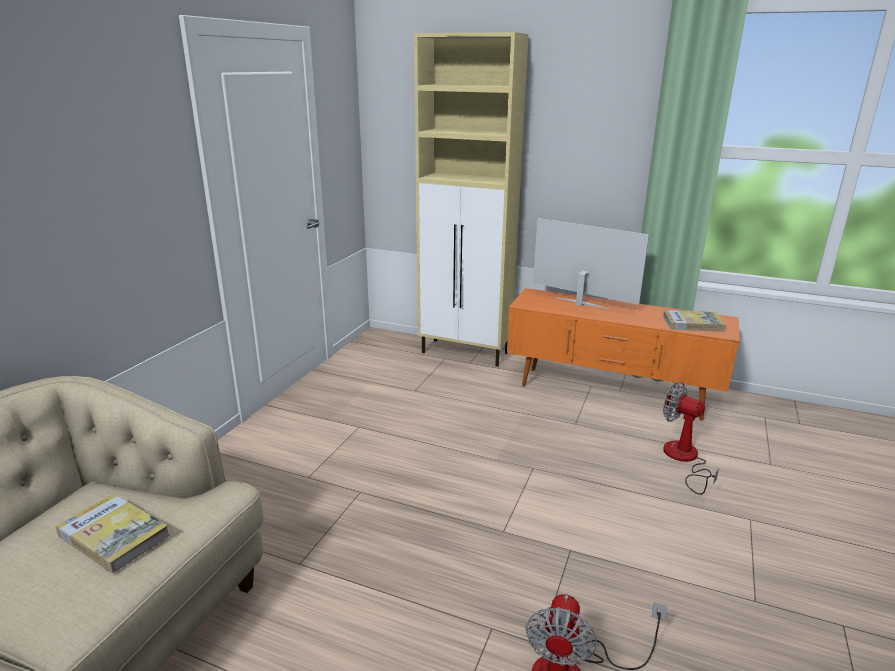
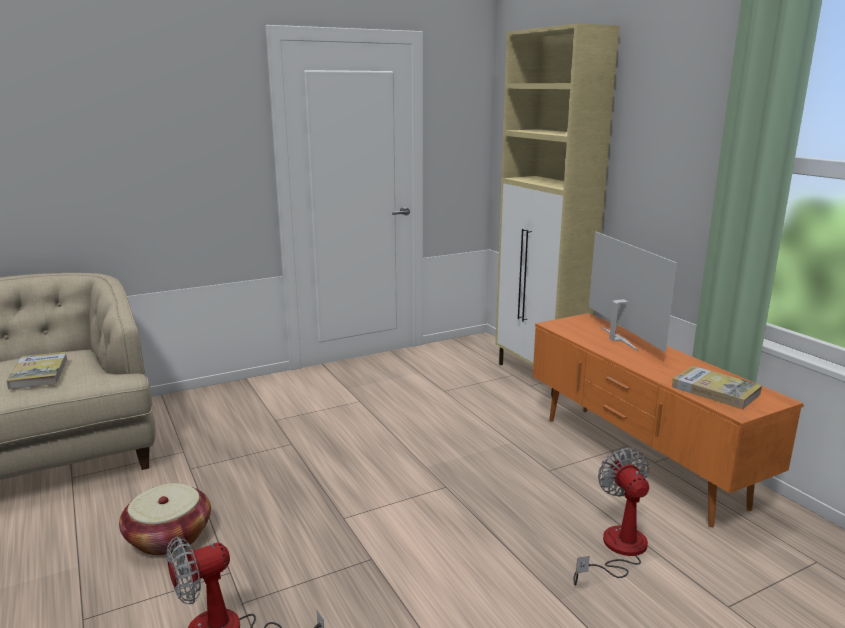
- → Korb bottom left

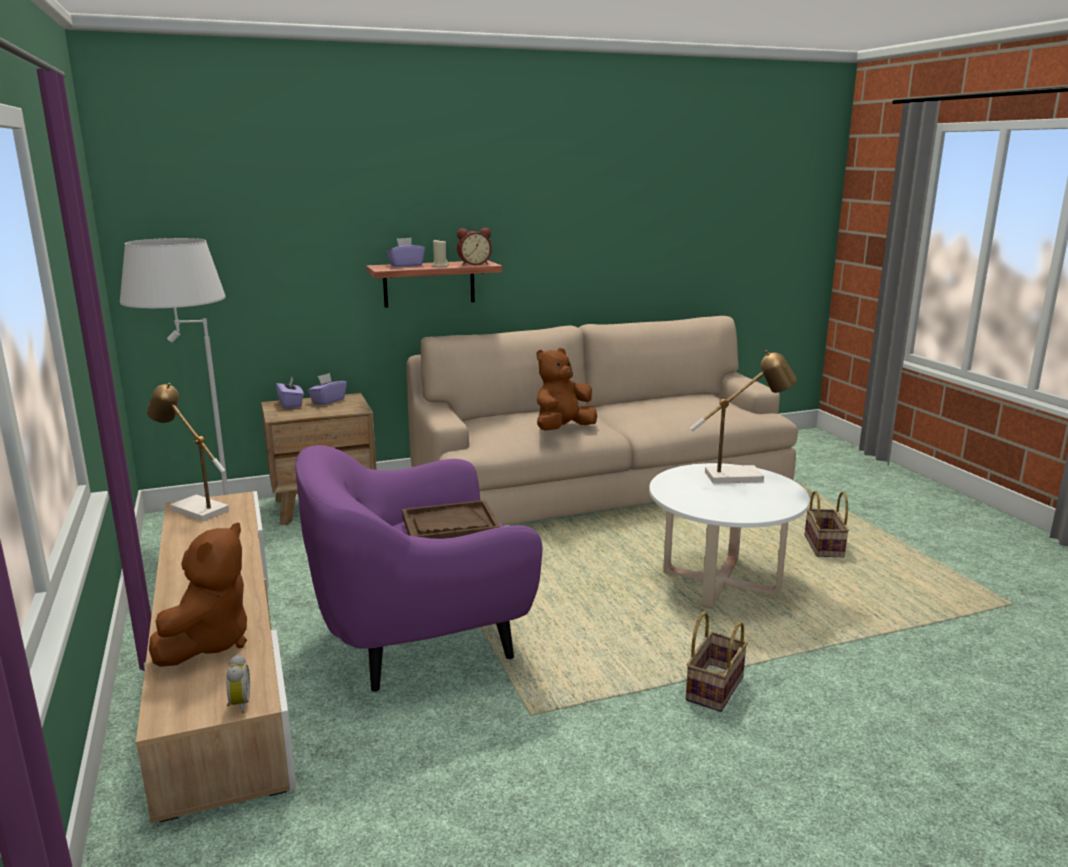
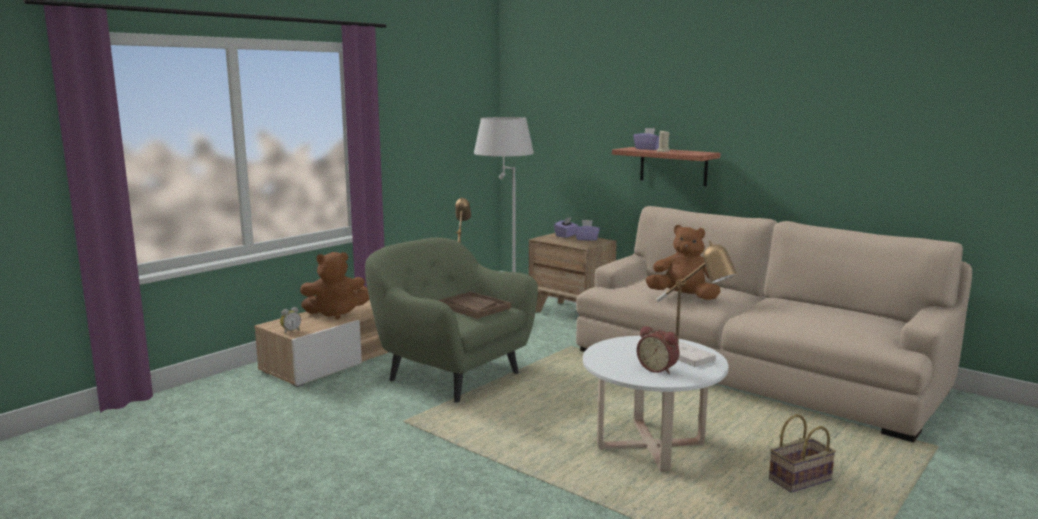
Sessel (lila) centre → Sessel (grün) centre
Wecker (2nd from left) top centre → Wecker (2nd from left) bottom centre, move
Korb (1st from left) bottom right → -

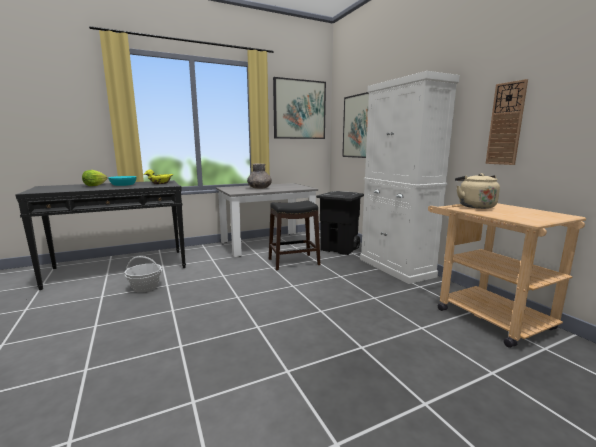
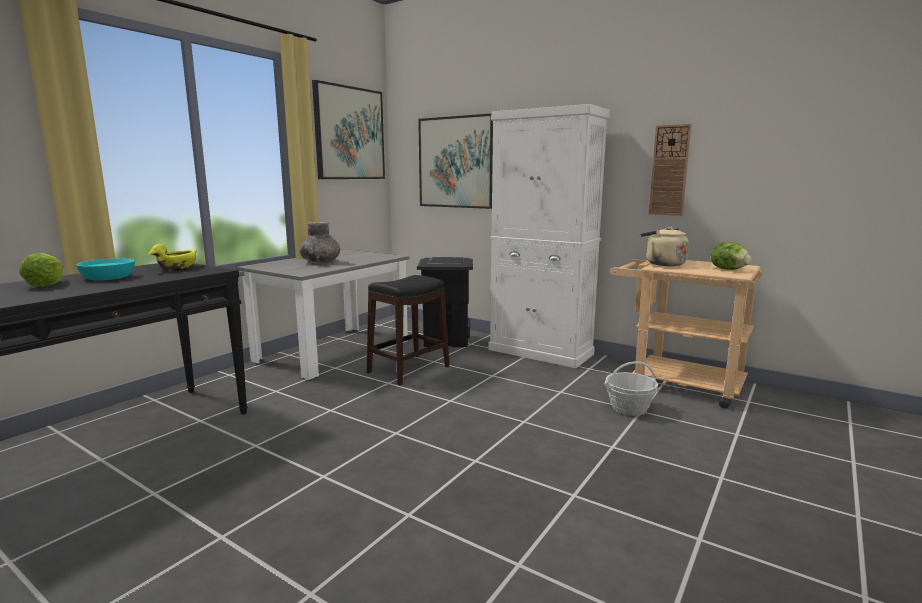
Korb middle left → Korb middle right, move
- → Salatkopf (2nd from left) middle right

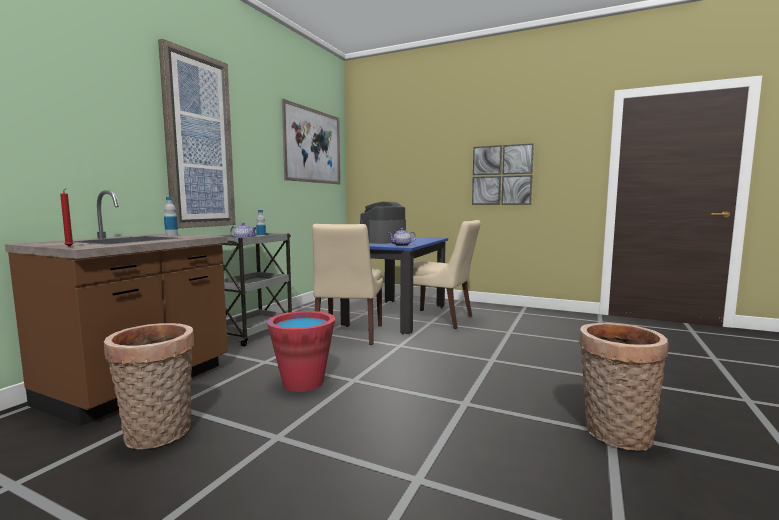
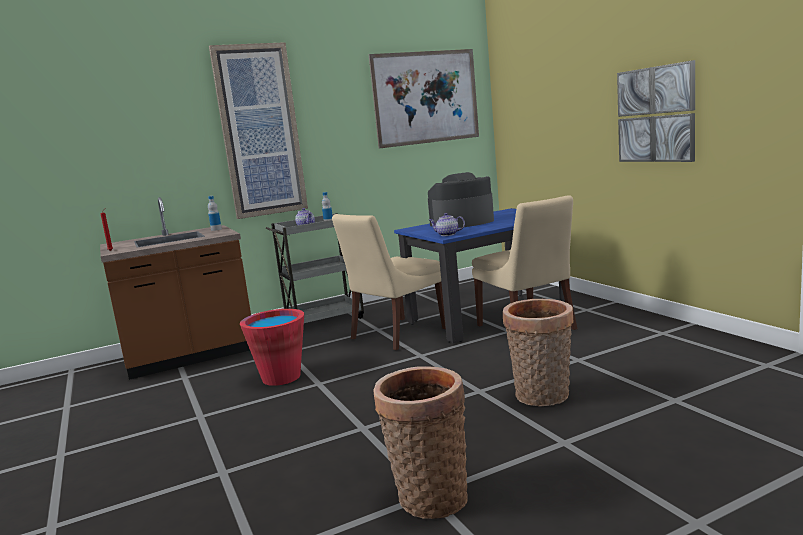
Korb (1st from left in the first image) bottom left → Korb (2nd from left) middle right, move

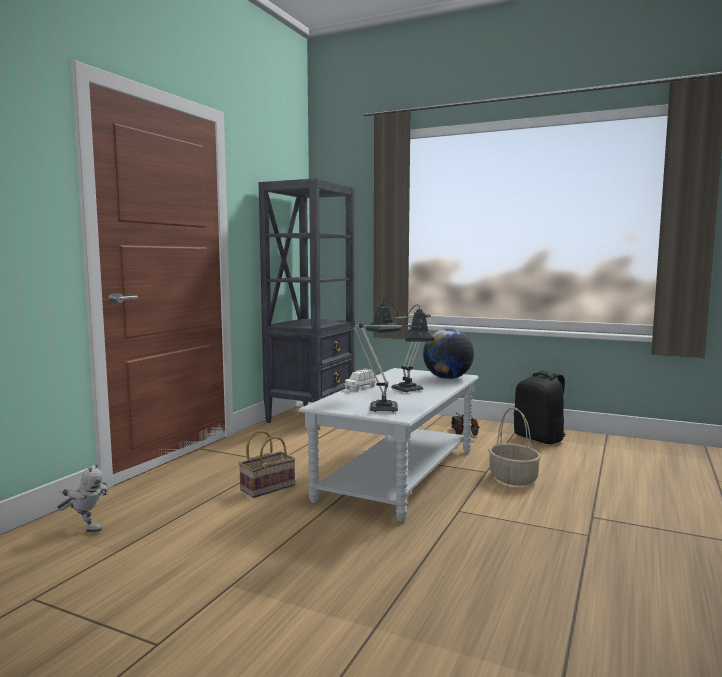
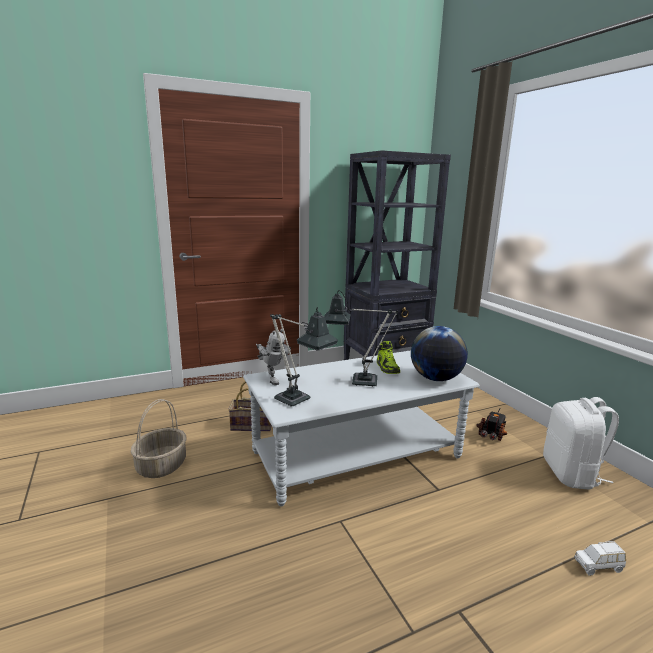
Korb (2nd from left in the first image) middle right → Korb (1st from left) bottom left, move
Spielzeugroboter bottom left → Spielzeugroboter centre, move
- → Schuh centre
Rucksack (schwarz) middle right → Rucksack (weiß) bottom right
Spielzeugauto (weiß) centre → Spielzeugauto (weiß) bottom right, move

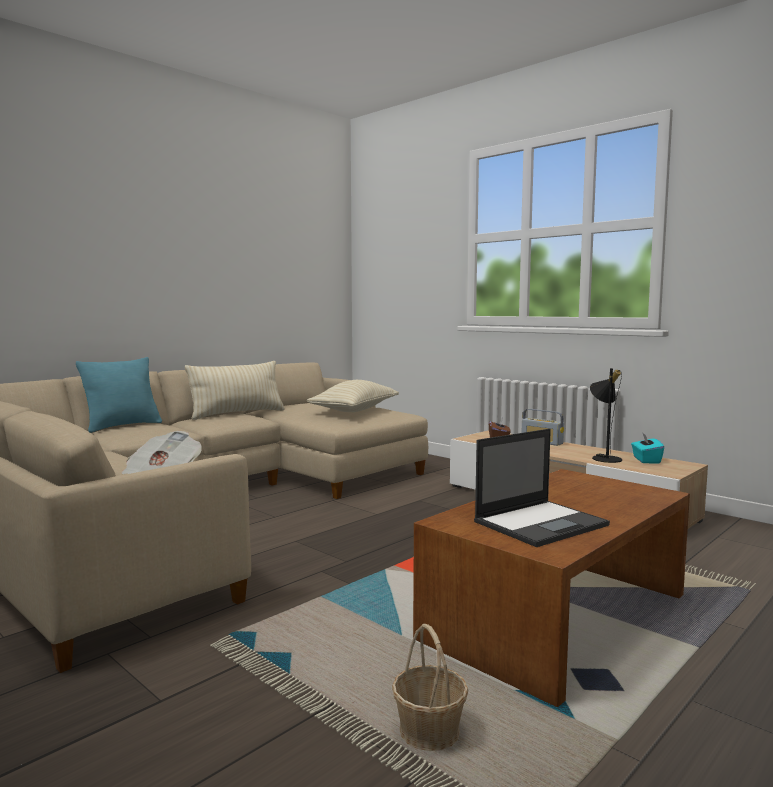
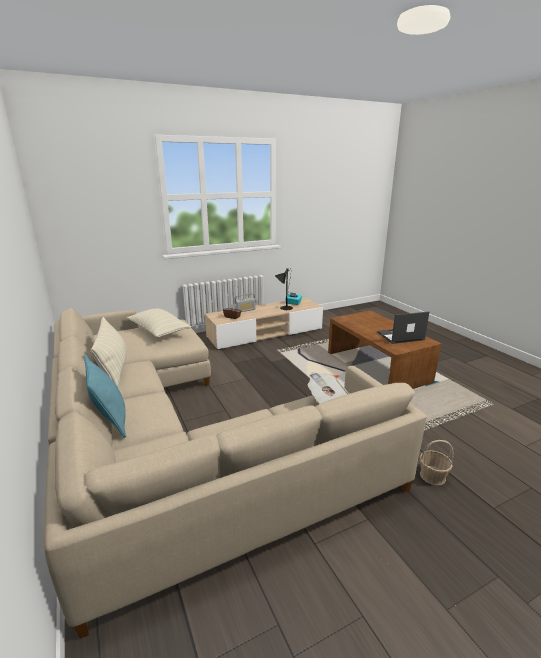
Laptop middle right, 90 degrees counterclockwise
Korb bottom centre → Korb bottom right, move

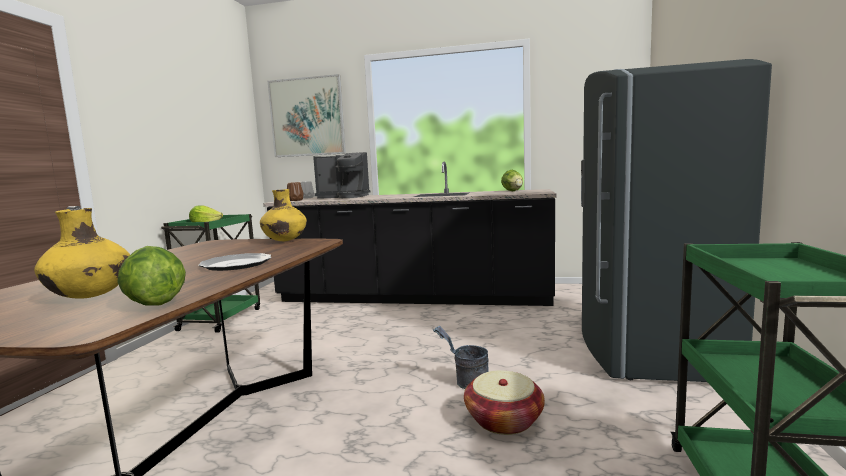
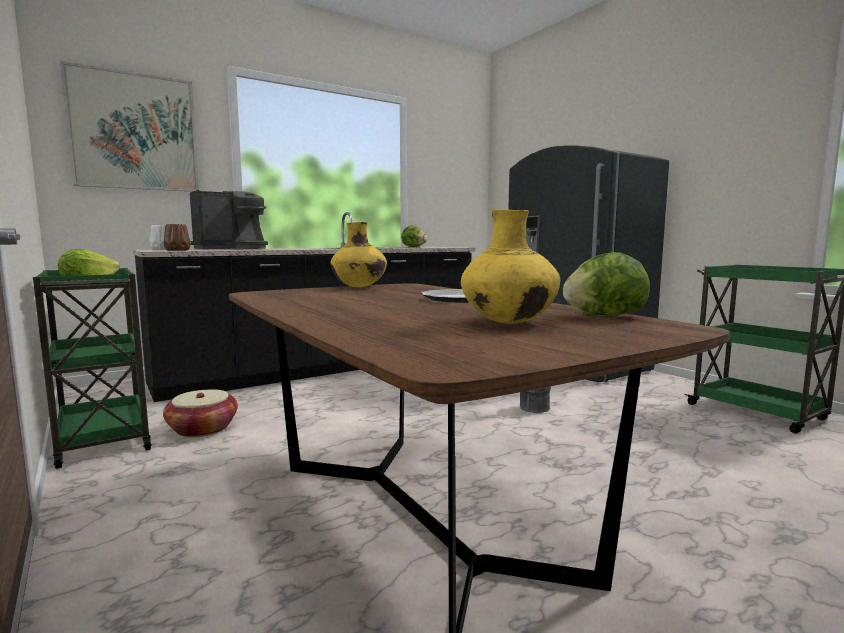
Korb bottom centre → Korb middle left, move

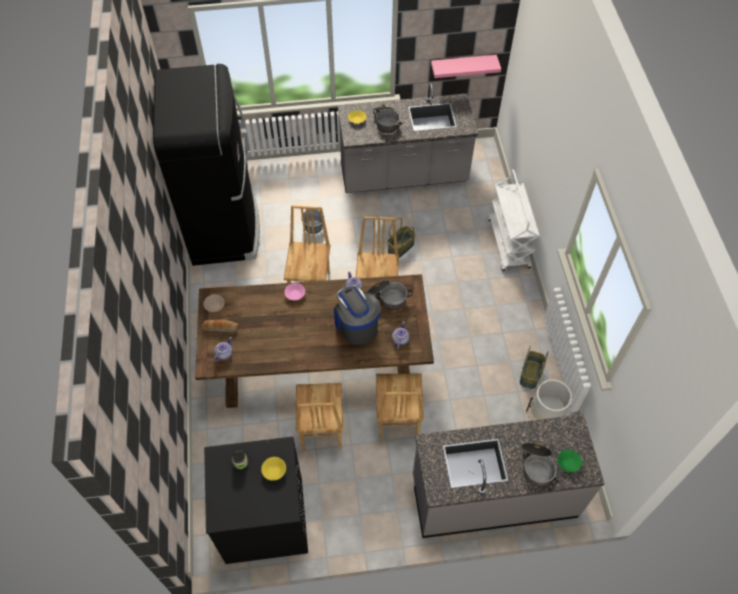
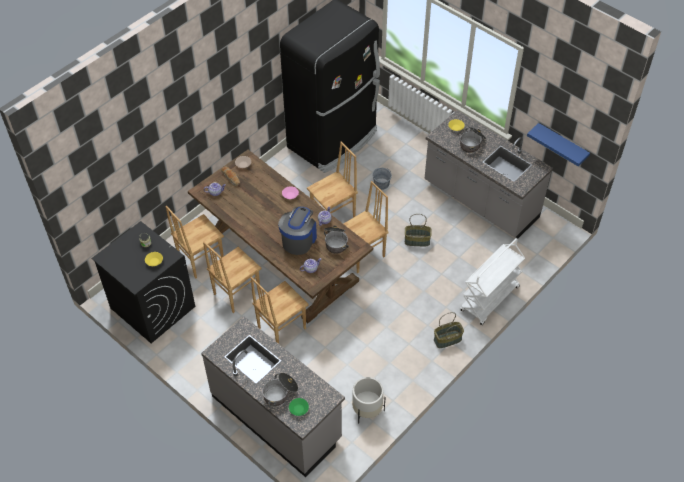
- → Stuhl (braun) (1st from left) middle left
Korb (2nd from left) middle right → Korb (2nd from left) bottom centre, move
Wandregal (rosa) top centre → Wandregal (blau) top right

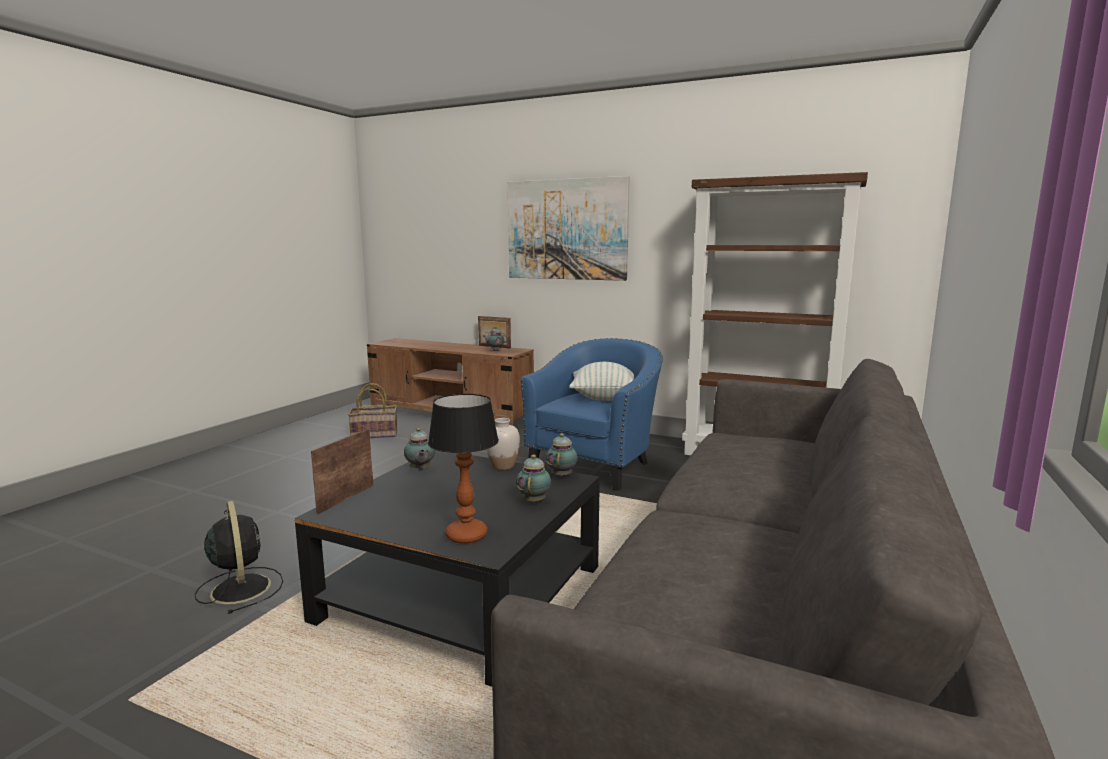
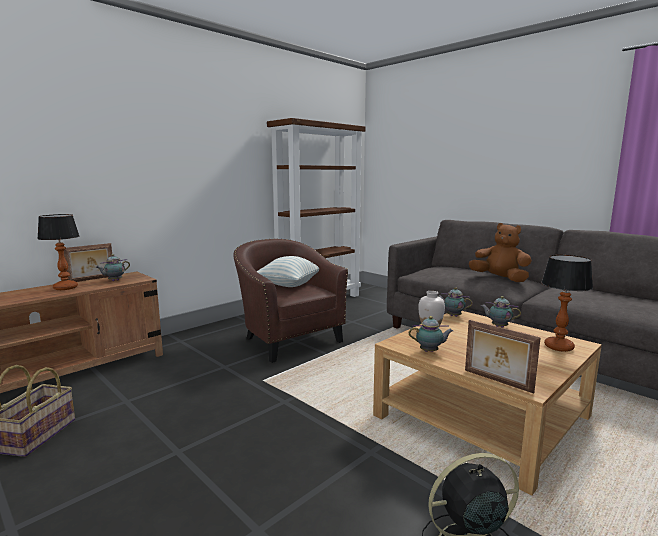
- → Tischlampe (1st from left) middle left
Sessel (blau) centre → Sessel (braun) centre
Couchtisch (schwarz) bottom centre → Couchtisch (beige) bottom right
- → Plüschtier (braun) middle right
Bild top centre → -

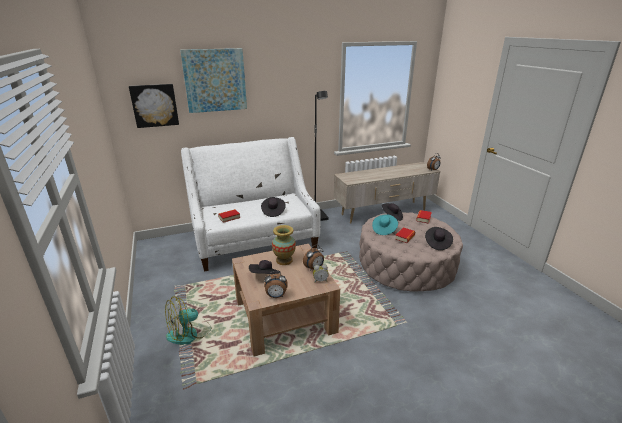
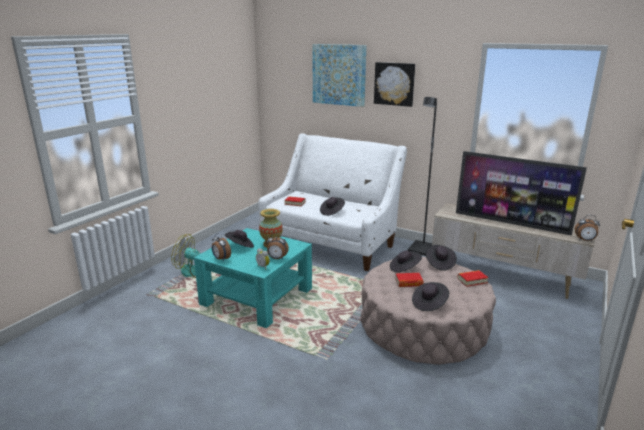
Couchtisch (braun) bottom centre → Couchtisch (türkis) centre
Bild (1st from left in the first image) top left → Bild (2nd from left) top centre, move
Hut (türkis) centre → Hut (schwarz) (3rd from left) centre
- → Fernseher middle right

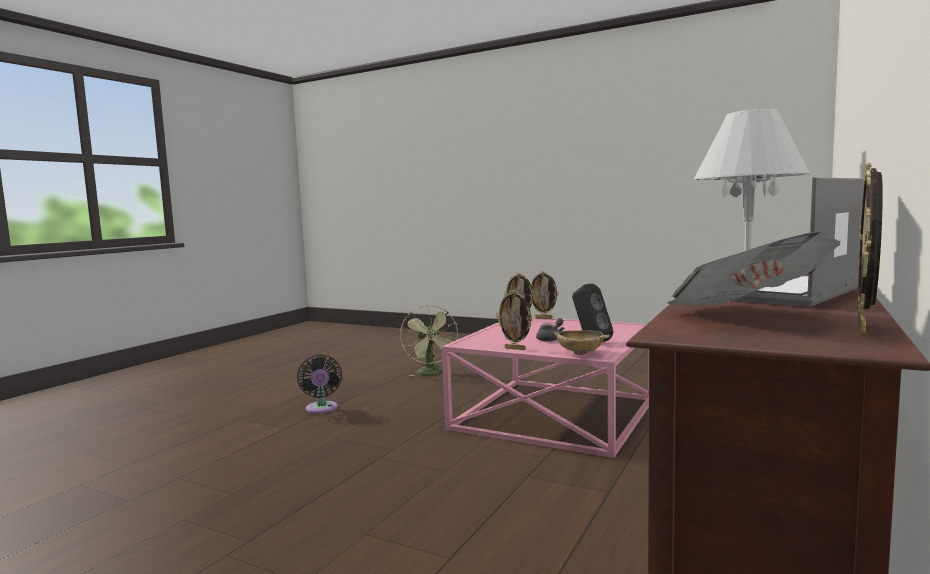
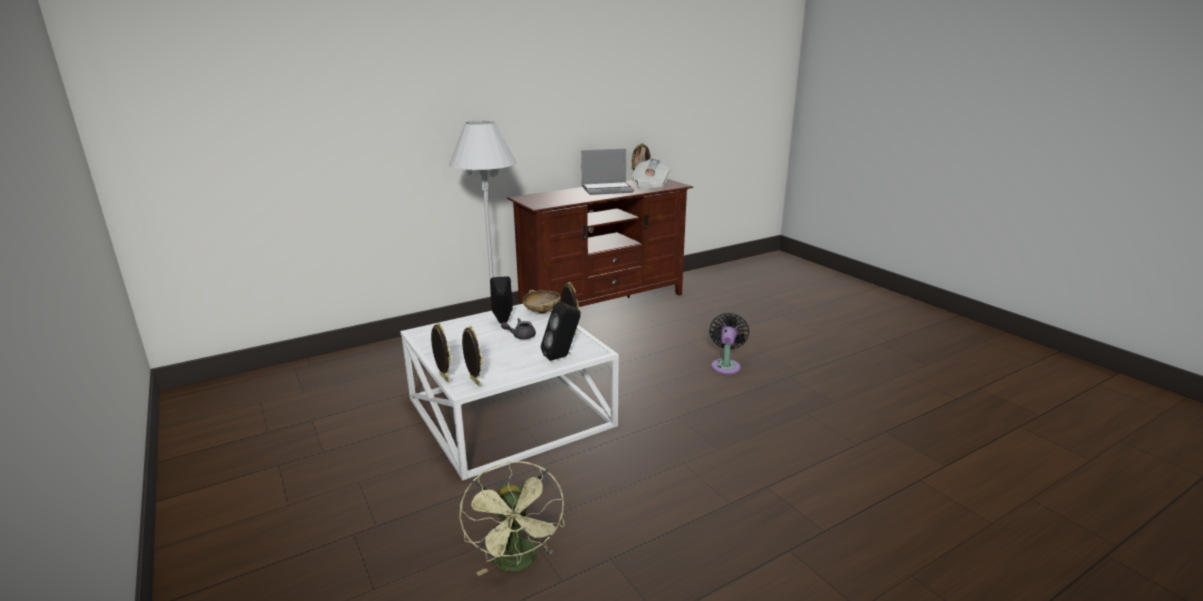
Couchtisch (rosa) bottom centre → Couchtisch (weiß) centre
Ventilator (grün) centre → Ventilator (grün) bottom centre, 150 degrees clockwise
- → Lautsprecher (schwarz) (2nd from left) centre
Ventilator (schwarz) bottom centre → Ventilator (schwarz) centre, move

